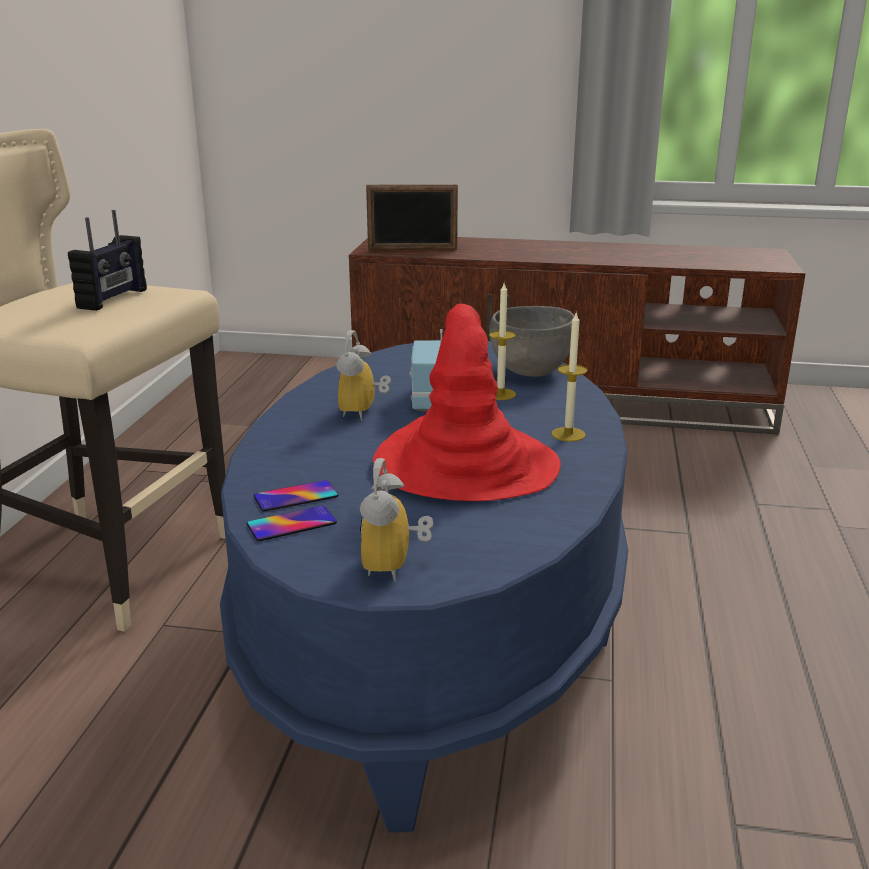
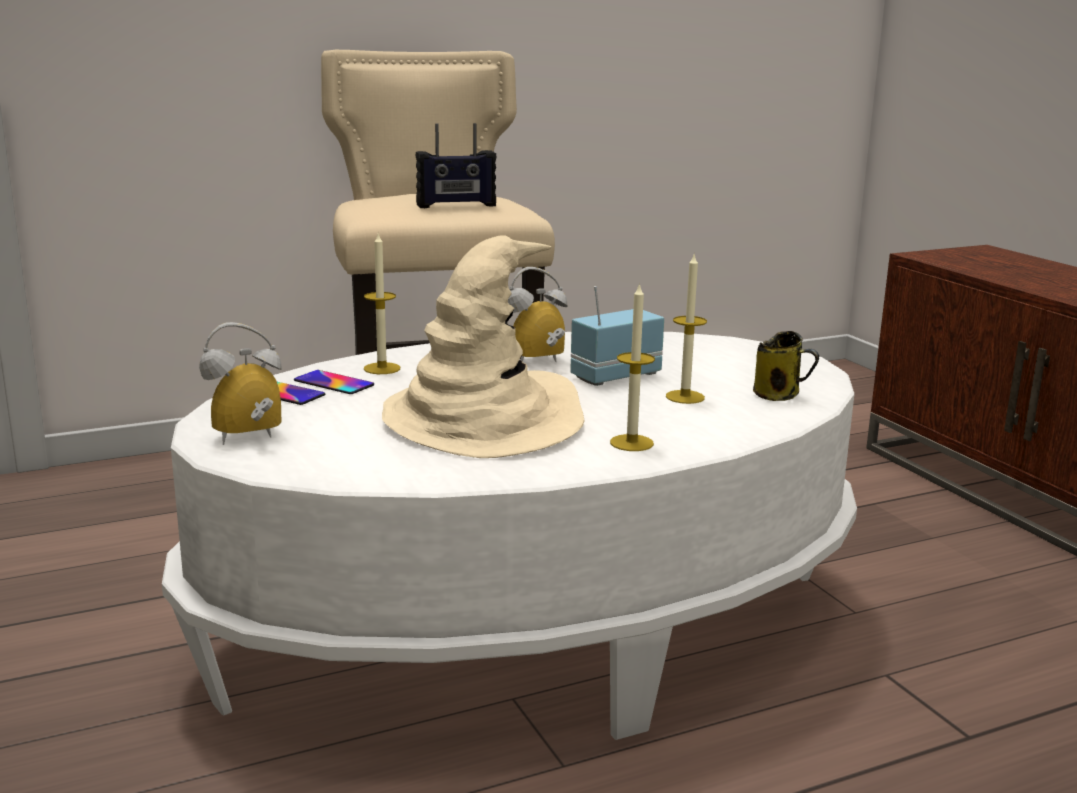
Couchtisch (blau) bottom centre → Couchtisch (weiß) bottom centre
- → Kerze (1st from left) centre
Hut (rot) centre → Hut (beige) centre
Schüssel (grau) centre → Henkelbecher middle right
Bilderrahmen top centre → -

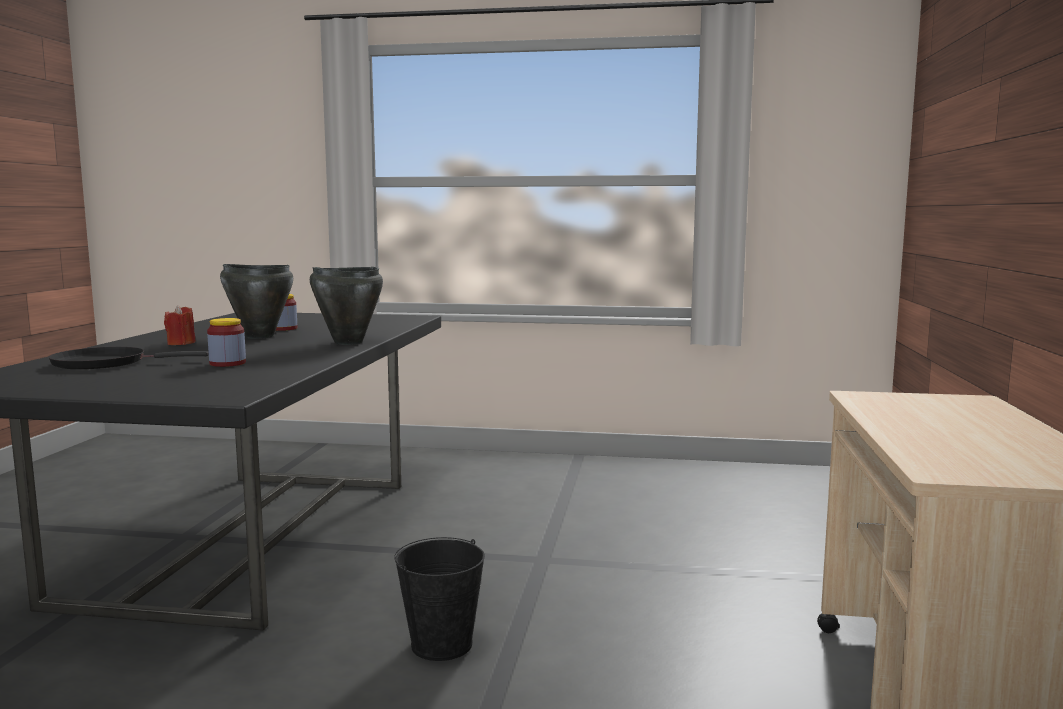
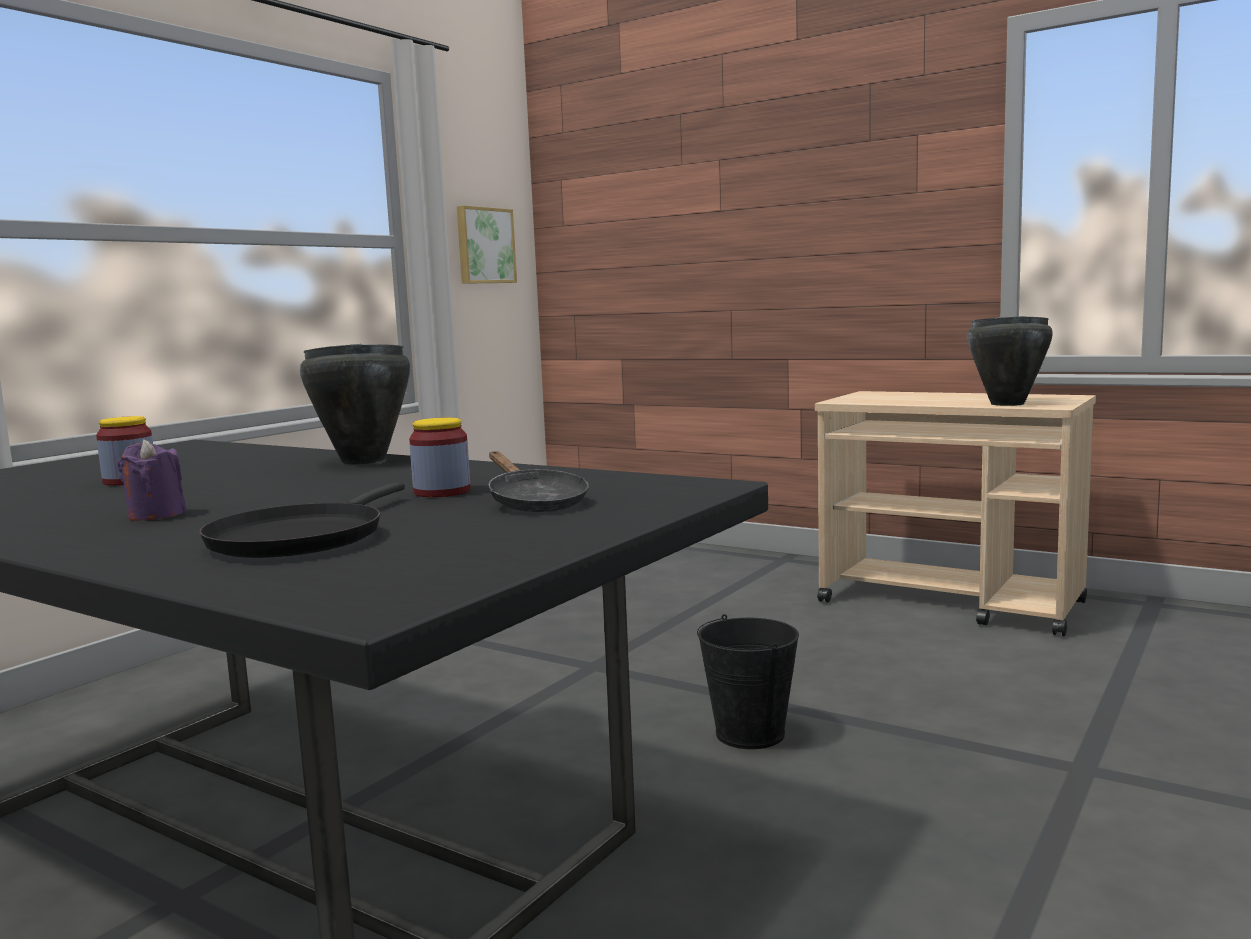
Kerze (rot) middle left → Kerze (lila) middle left
- → Bild top centre
- → Pfanne (schwarz) (2nd from left) centre
Kochtopf (schwarz) (1st from left in the first image) middle left → Kochtopf (schwarz) (2nd from left) middle right, move

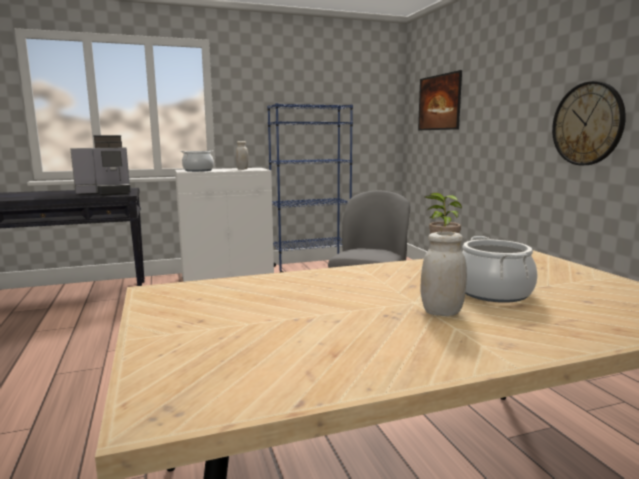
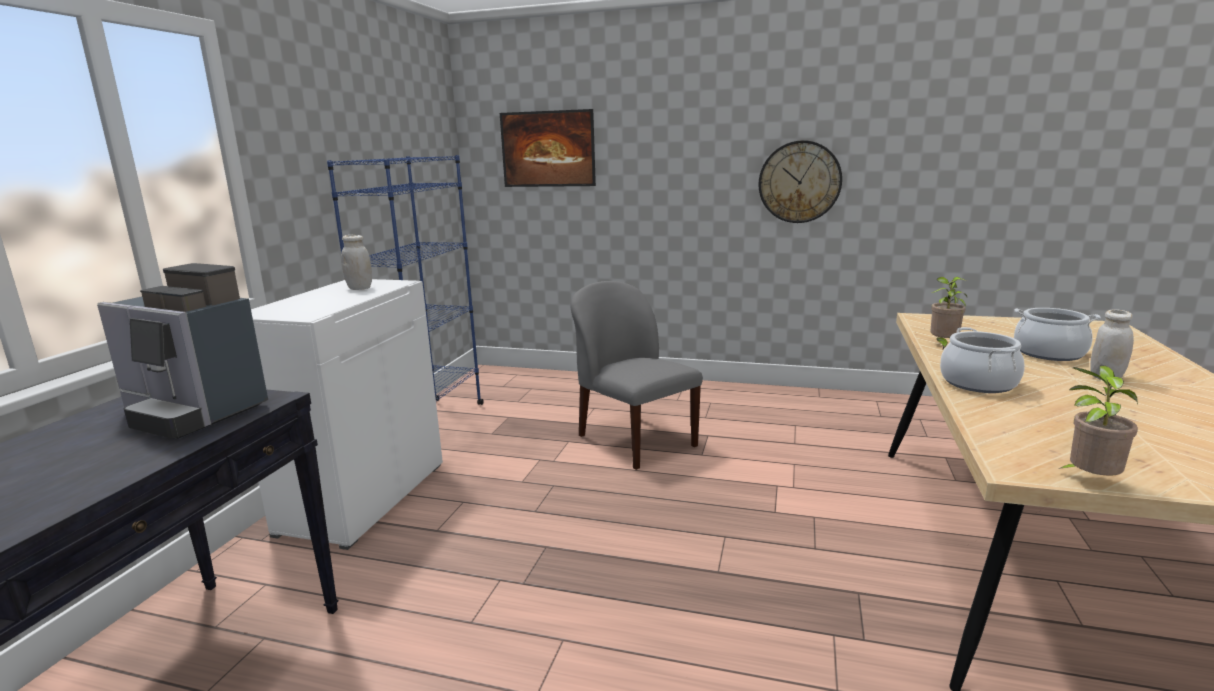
Kaffeemaschine middle left, 105 degrees clockwise
Kochtopf (1st from left) middle left → Kochtopf (1st from left) middle right, move
- → Topfpflanze (2nd from left) middle right

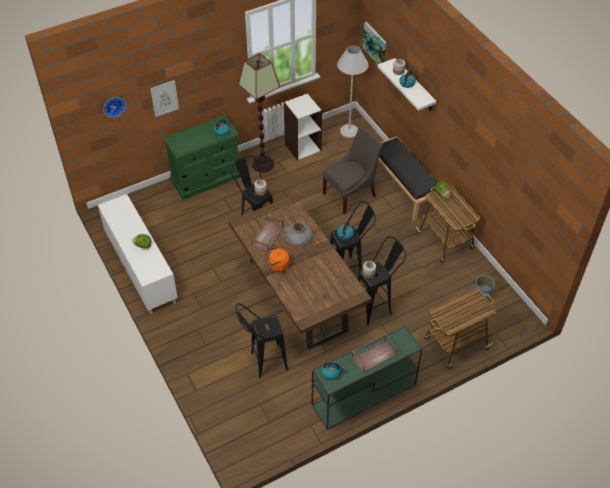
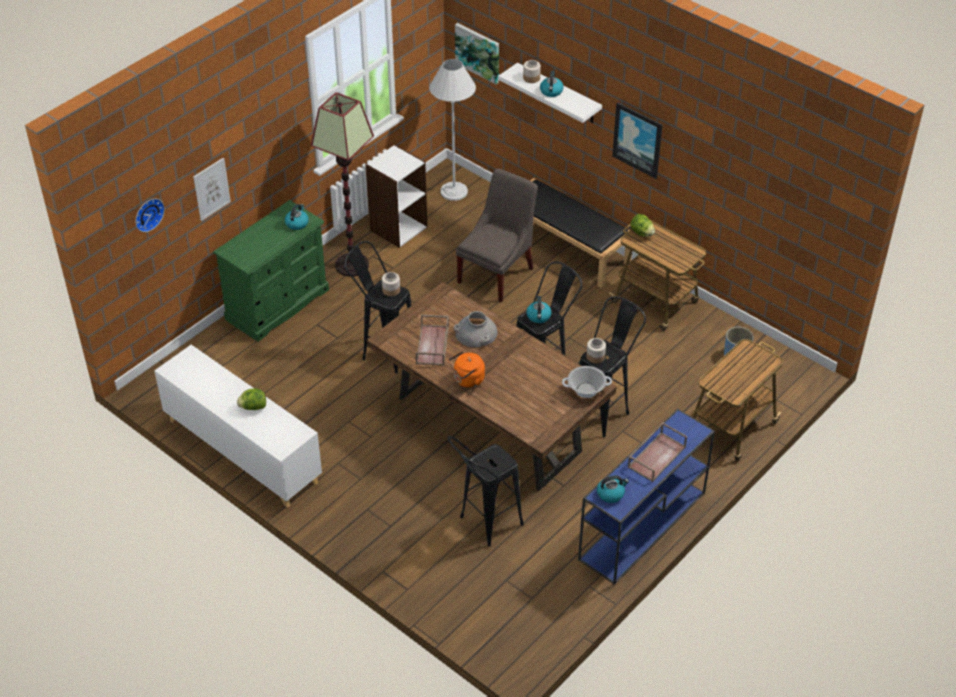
- → Kochtopf centre
Konsolentisch (grün) bottom centre → Konsolentisch (blau) bottom right
- → Bild (3rd from left) top centre

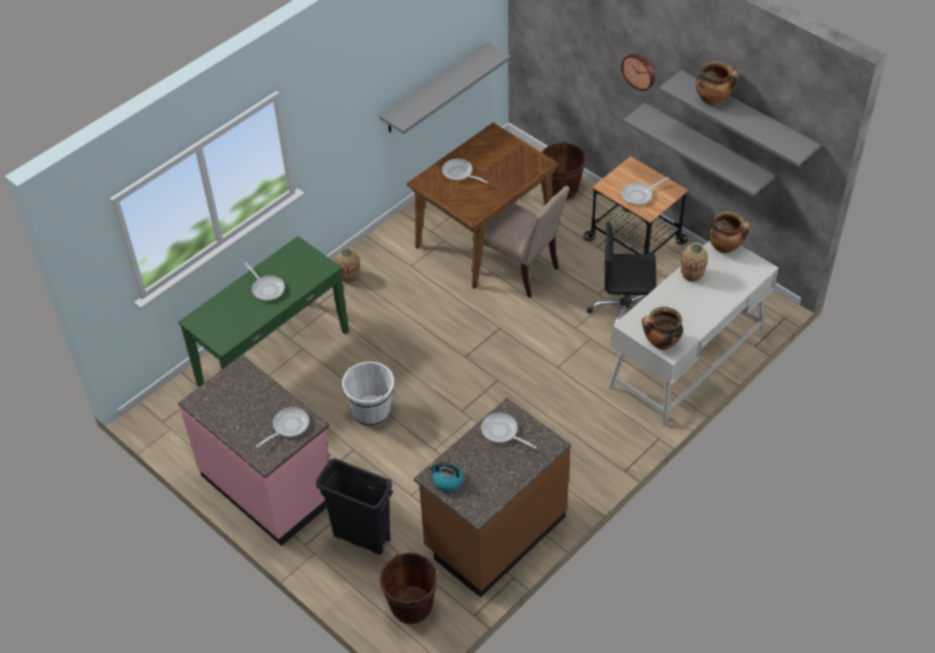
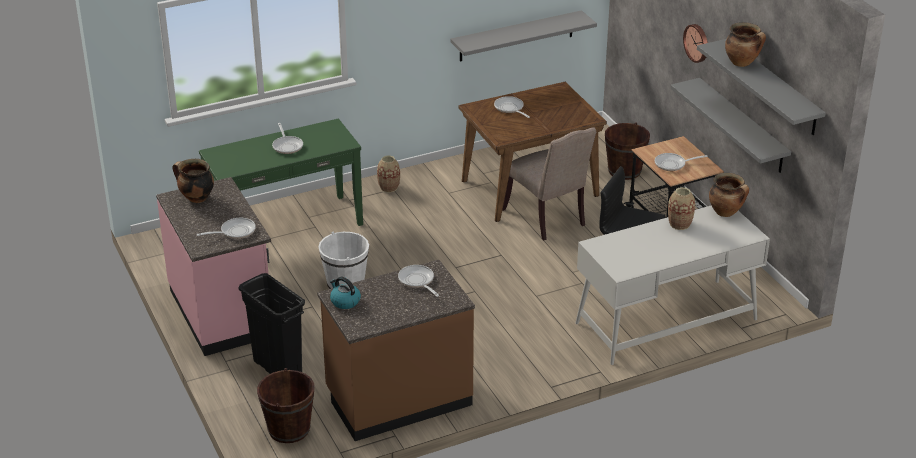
Kochtopf (1st from left) middle right → Kochtopf (1st from left) middle left, move

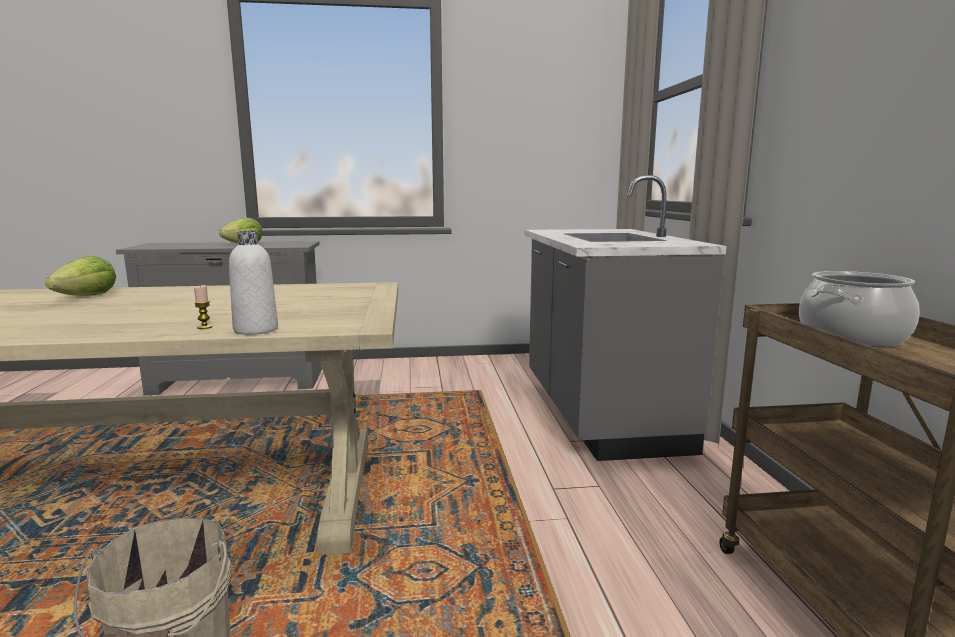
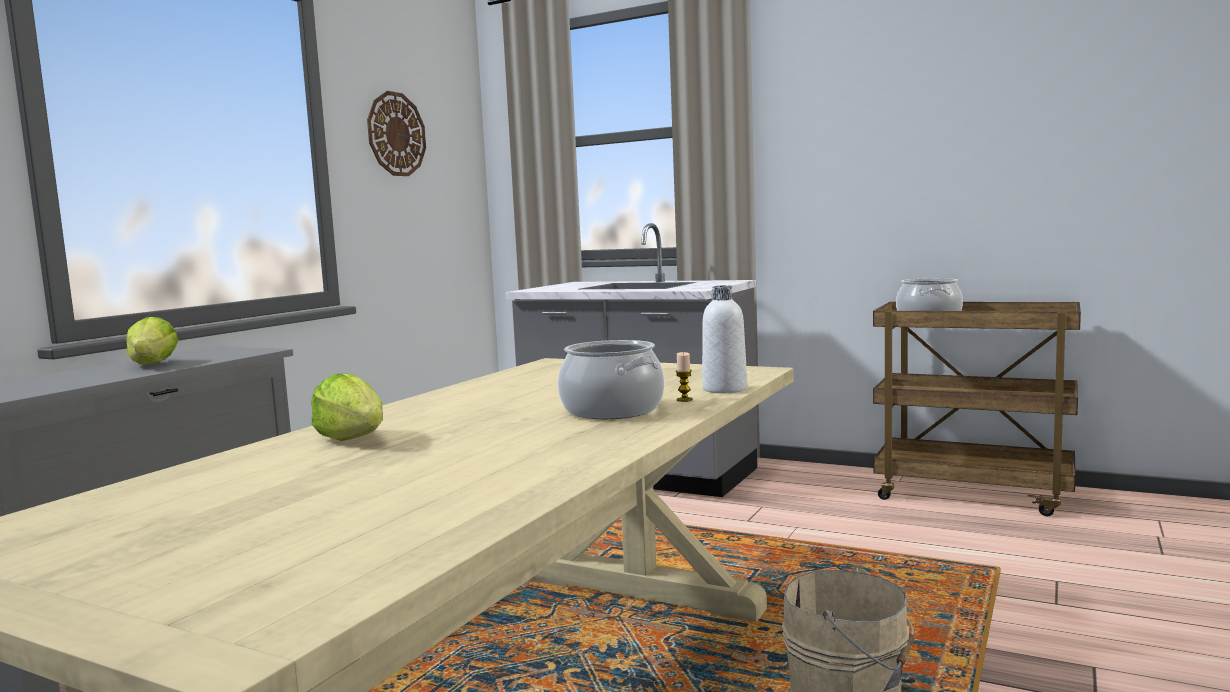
- → Wanduhr top left
- → Kochtopf (1st from left) centre

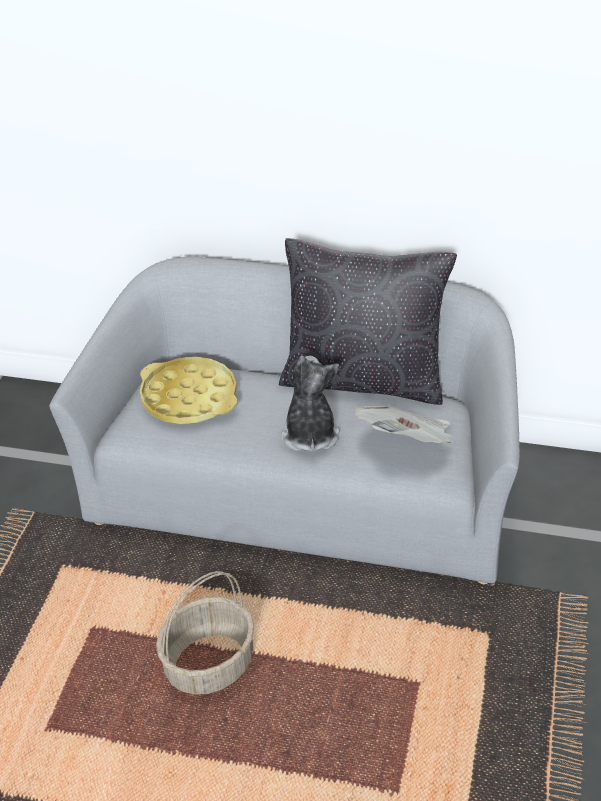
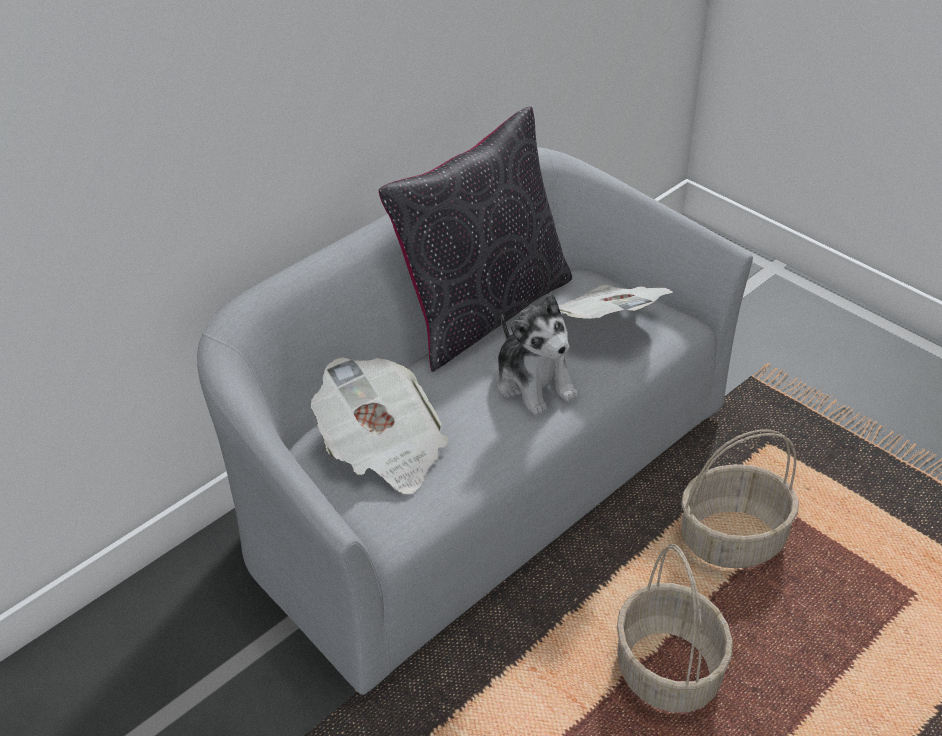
Tablett (gelb) middle left → Zeitung (1st from left) centre
Plüschtier centre, 150 degrees counterclockwise
- → Korb (2nd from left) bottom right

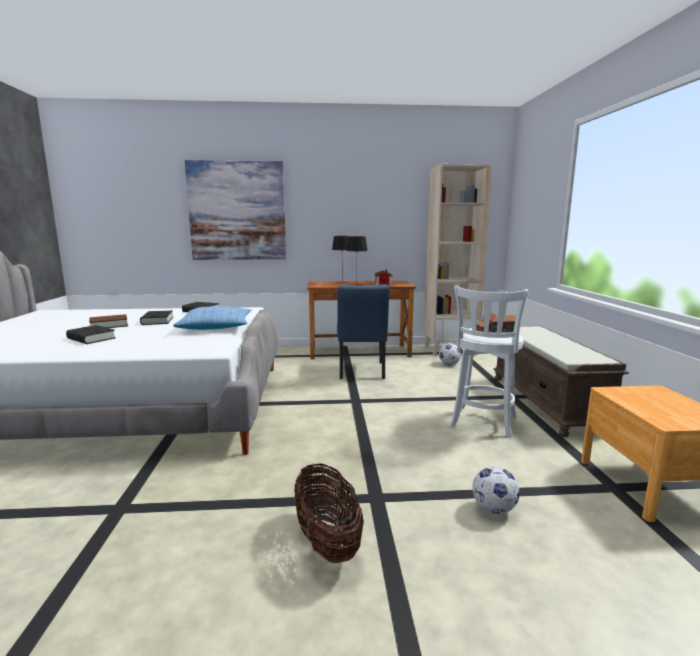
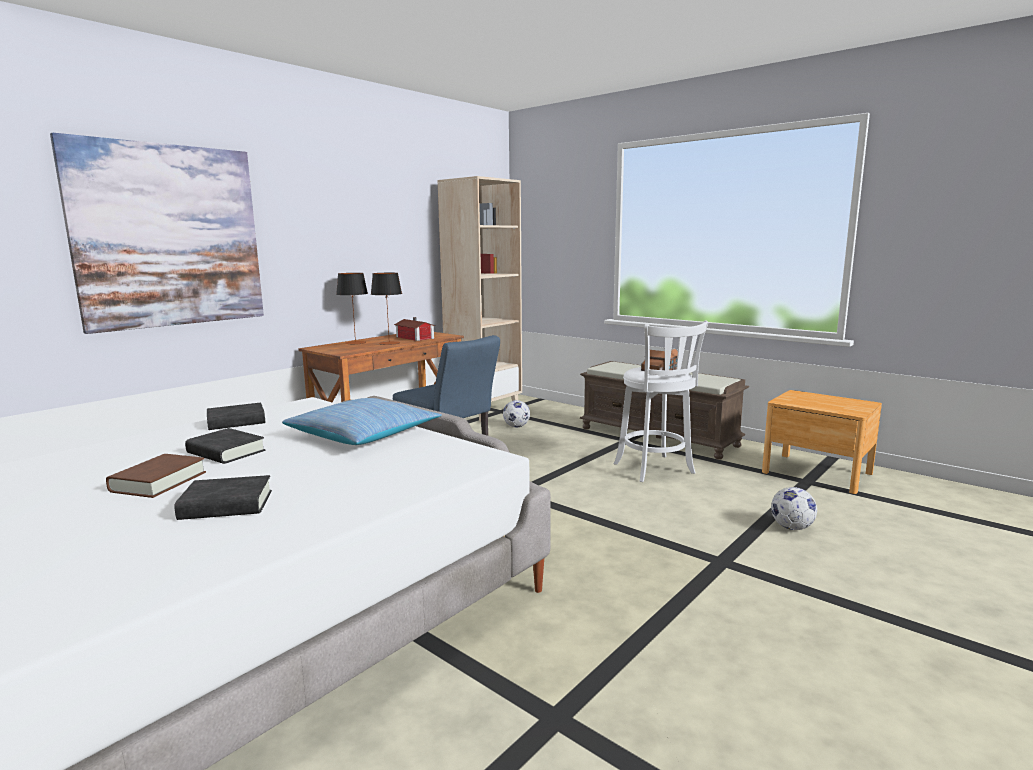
Korb bottom centre → -

